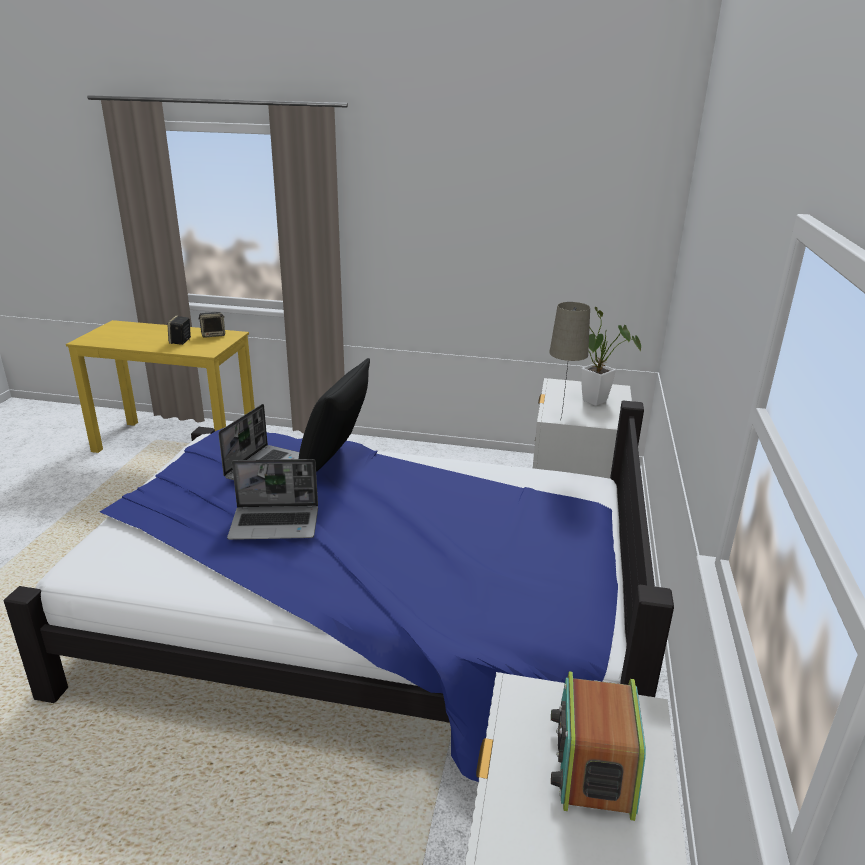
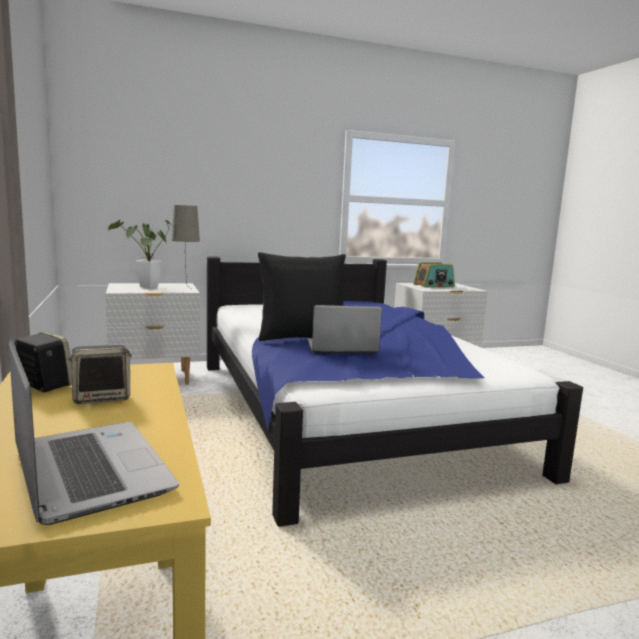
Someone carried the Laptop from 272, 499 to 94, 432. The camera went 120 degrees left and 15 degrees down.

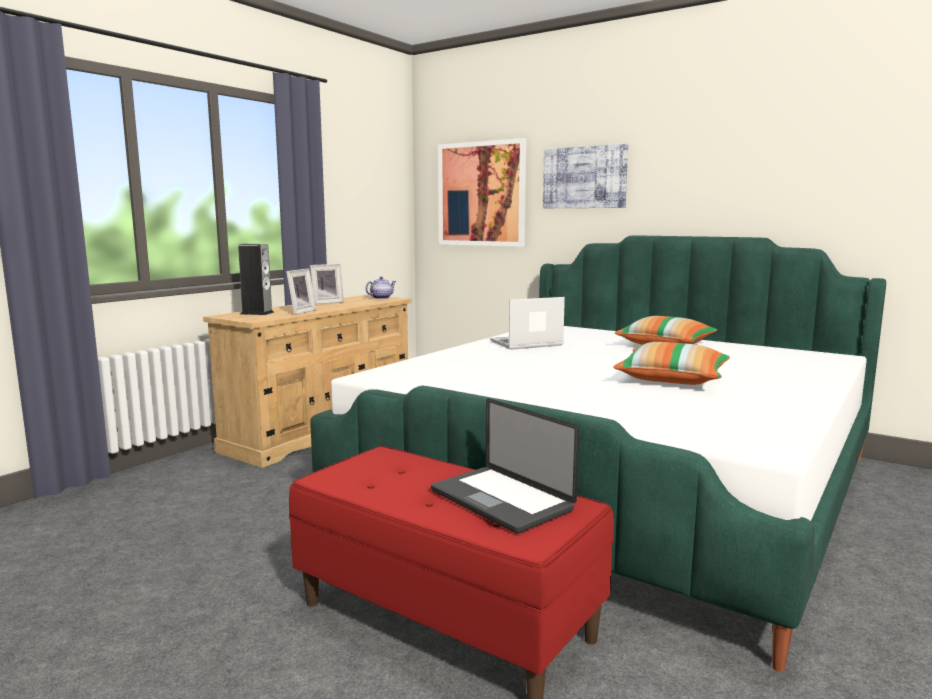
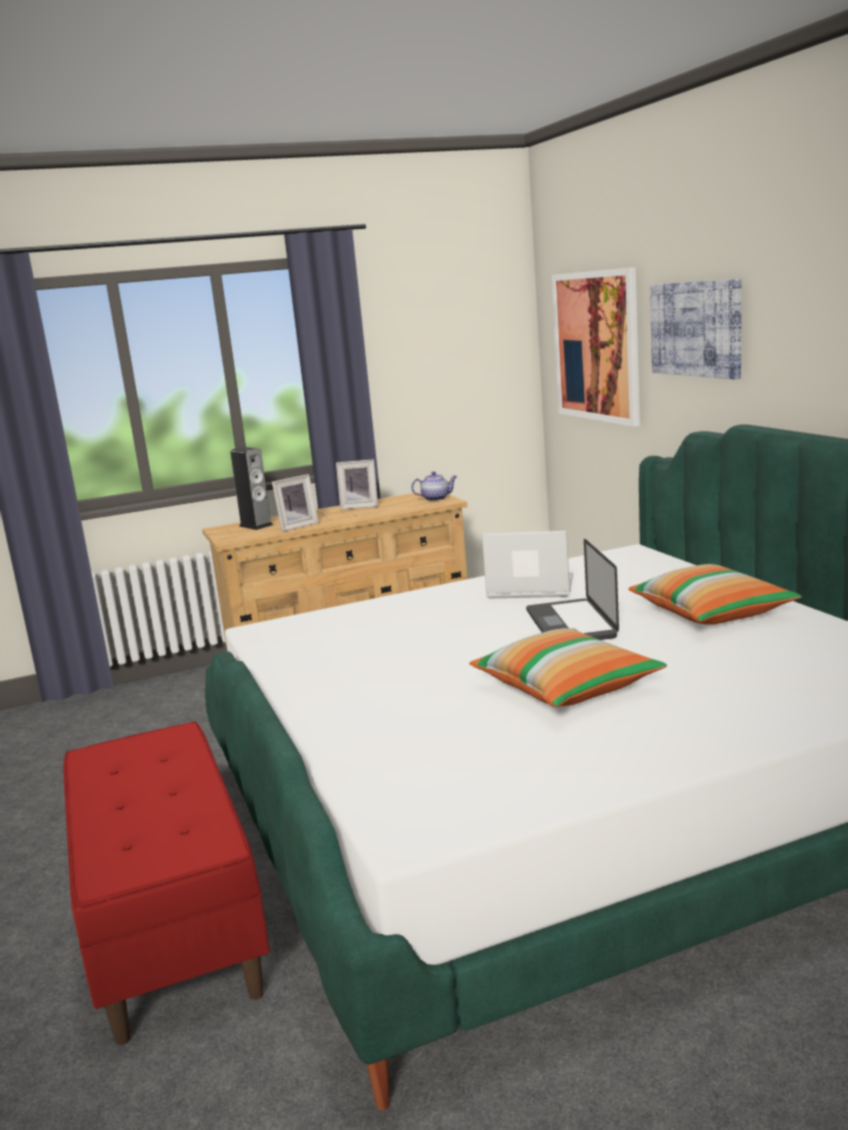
Someone carried the Laptop from 505, 465 to 572, 589. The camera went 35 degrees right and 5 degrees up.

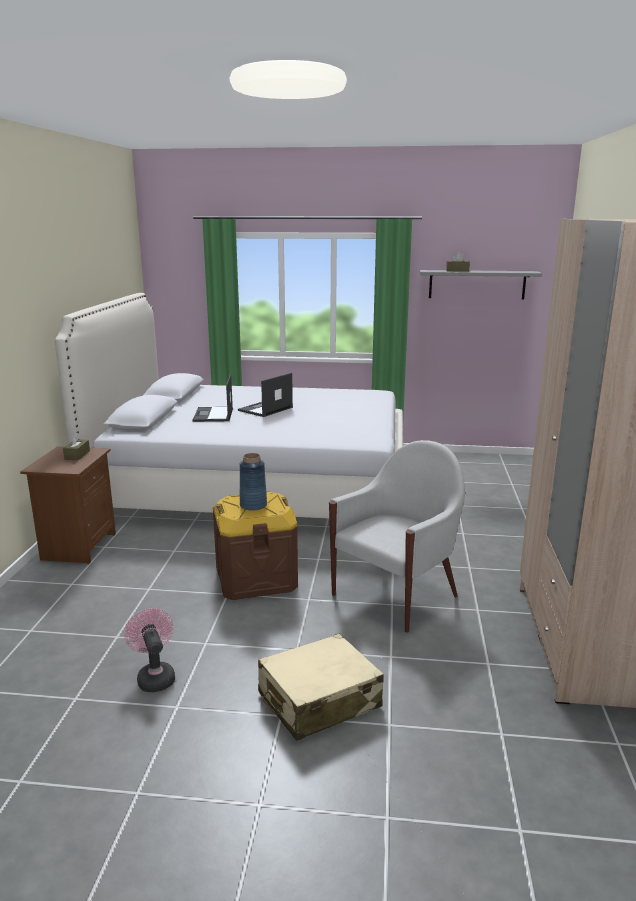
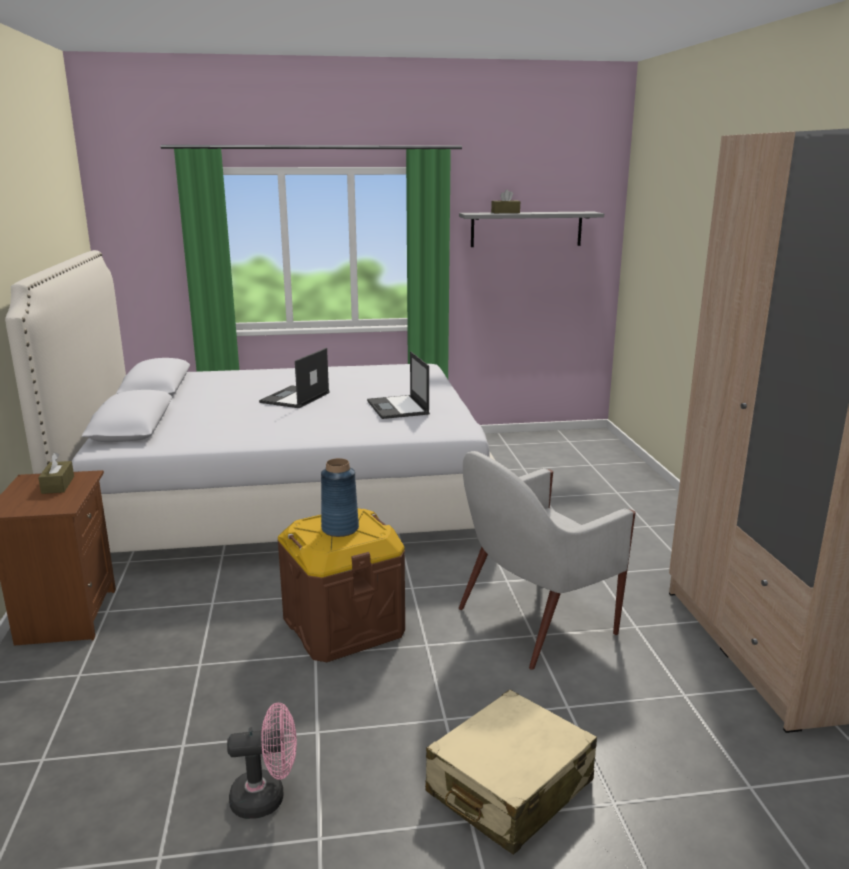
Someone rotated the Ventilator/rosa at 149, 650 by 120 degrees clockwise. Someone carried the Laptop from 212, 398 to 398, 385. Someone rotated the Sessel/weiß at 397, 536 by 150 degrees counterclockwise. The camera went 15 degrees left and 0 degrees up.

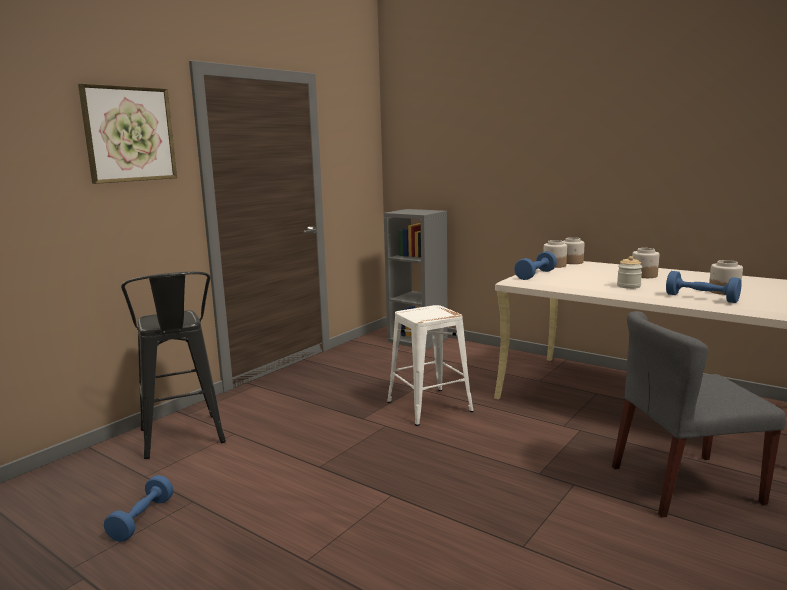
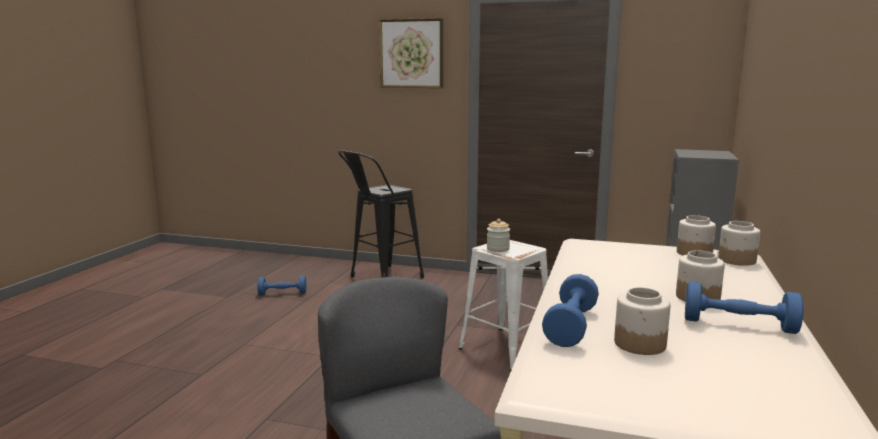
Someone carried the Vorratsglas from 629, 272 to 498, 235. Someone carried the Hantel/blau from 535, 265 to 744, 308. The camera went 70 degrees right and 0 degrees up.

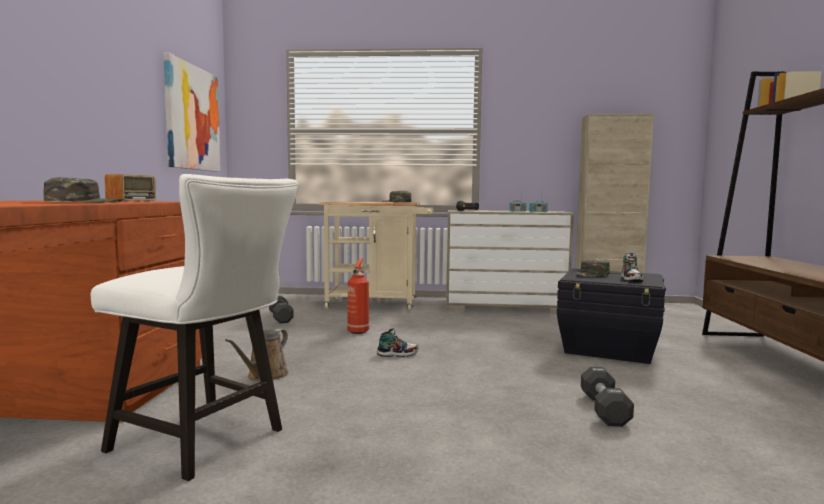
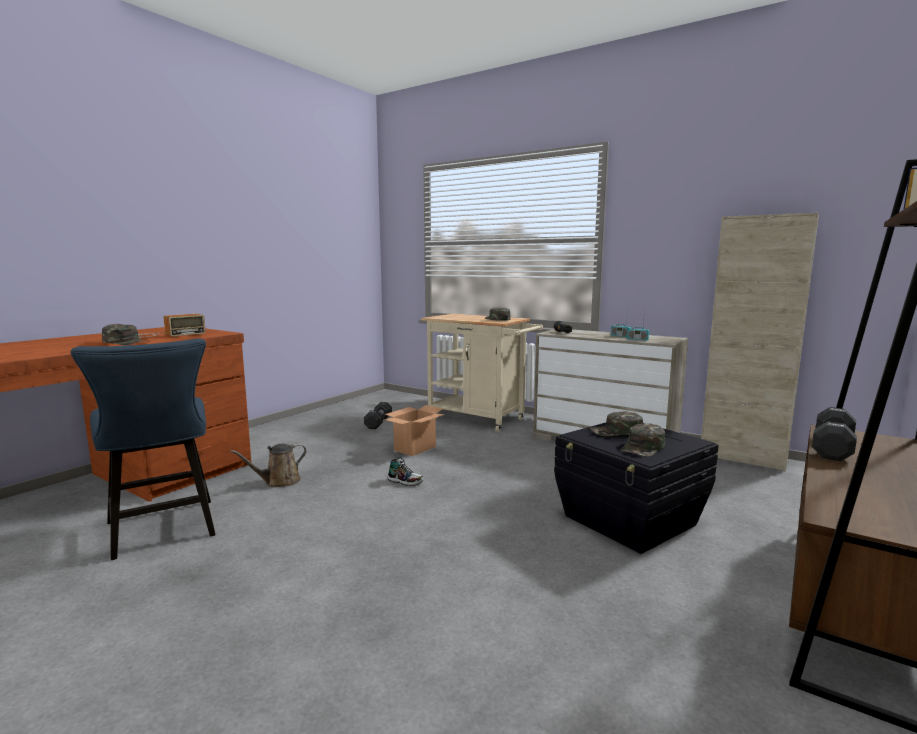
Someone repainted the Stuhl/weiß at 195, 327, which became the Stuhl/blau at 143, 449. Someone swapped the Feuerlöscher at 358, 296 for the Karton at 414, 430. Someone swapped the Schuh at 632, 267 for the Kappe/grün at 642, 440. Someone carried the Hantel/schwarz from 607, 397 to 834, 434. Someone took away the Bild at 192, 112. The camera went 30 degrees right and 5 degrees up.

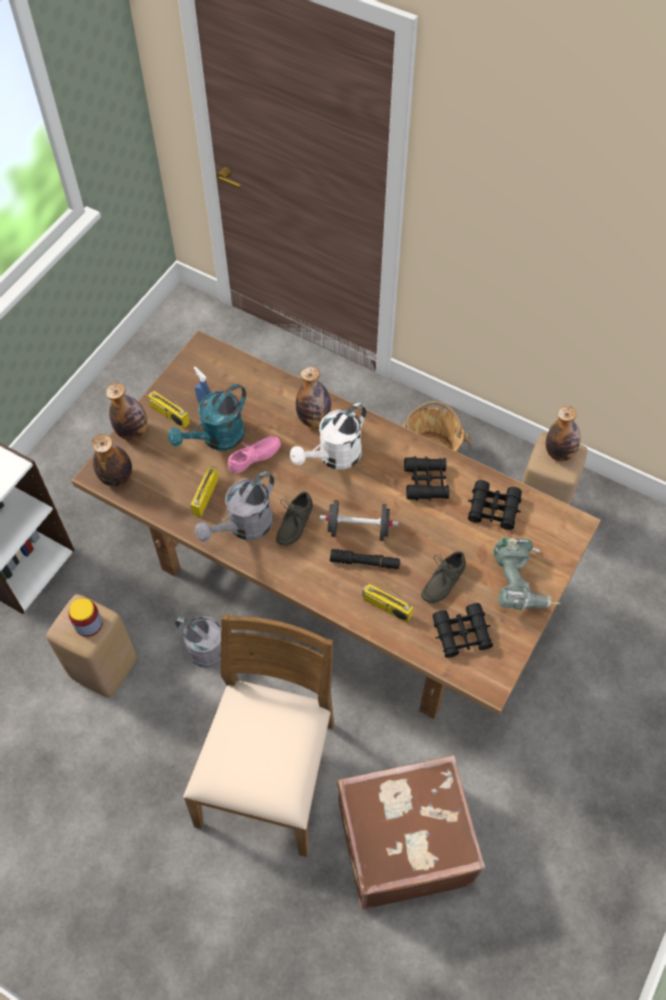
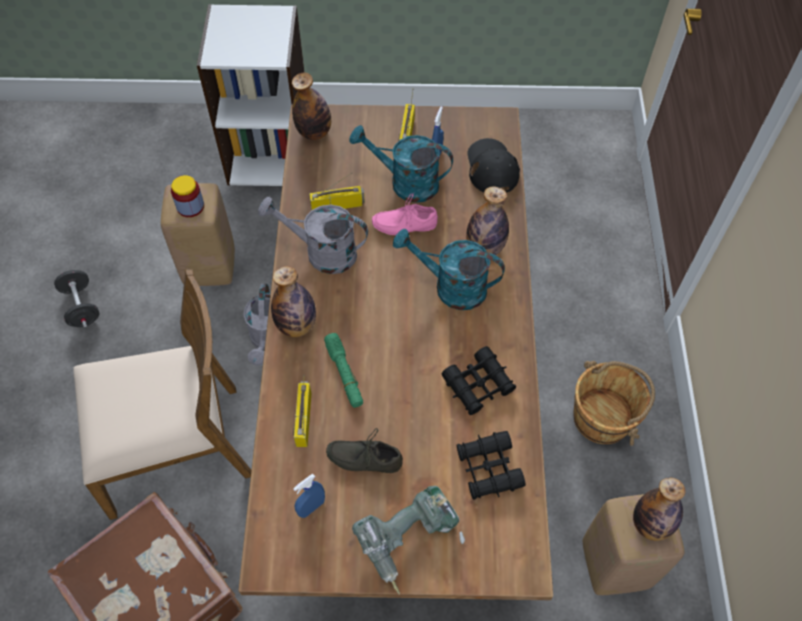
Someone carried the Hantel/schwarz from 359, 520 to 76, 298. Someone carried the Flasche from 127, 411 to 293, 301. Someone swapped the Fernglas/schwarz at 463, 630 for the Sprühflasche/blau at 309, 496. Someone repainted the Taschenlampe/schwarz at 365, 559, which became the Taschenlampe/grün at 343, 370. Someone rotated the Schuh/rosa at 254, 454 by 150 degrees clockwise. Someone repainted the Gießkanne/weiß at 328, 436, which became the Gießkanne/türkis at 449, 269. Someone put down the Kappe/schwarz at 493, 165. Someone took away the Schuh/grau at 294, 519. The camera went 60 degrees right and 0 degrees up.

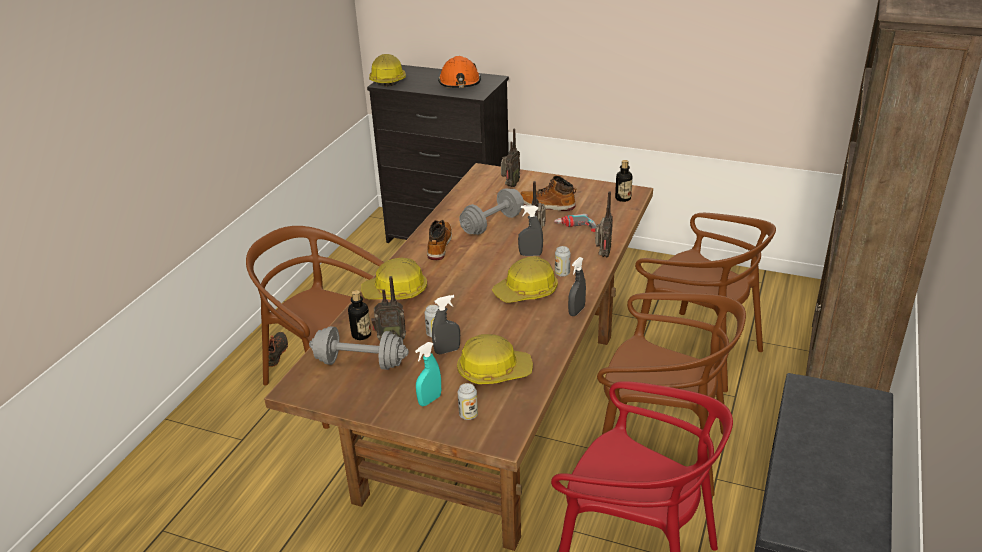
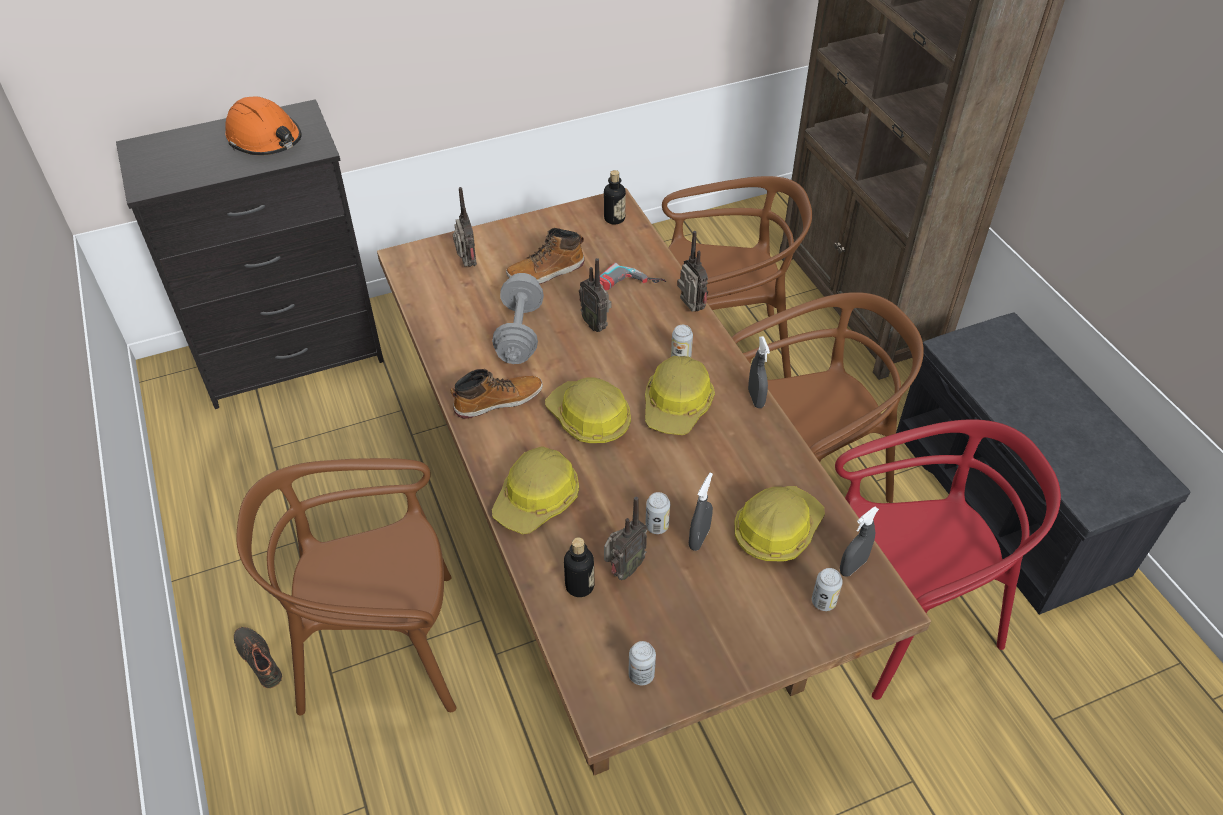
Someone rotated the Stiefel at 439, 240 by 105 degrees clockwise. Someone carried the Schutzhelm from 387, 70 to 588, 410. Someone put down the Dose at 642, 663. Someone carried the Sprühflasche/grau from 530, 230 to 859, 542. Someone took away the Hantel/grau at 359, 348. Someone took away the Sprühflasche/türkis at 428, 374. The camera went 45 degrees left and 15 degrees up.

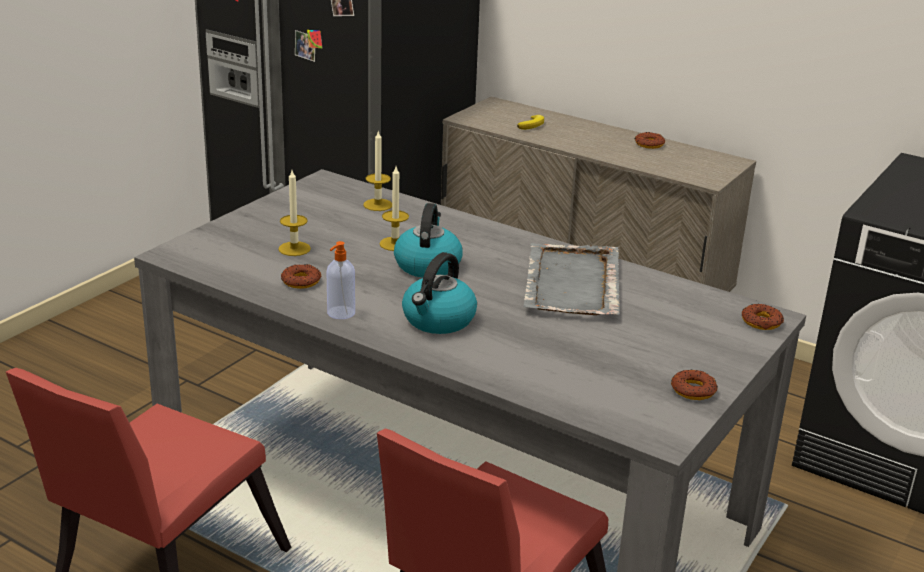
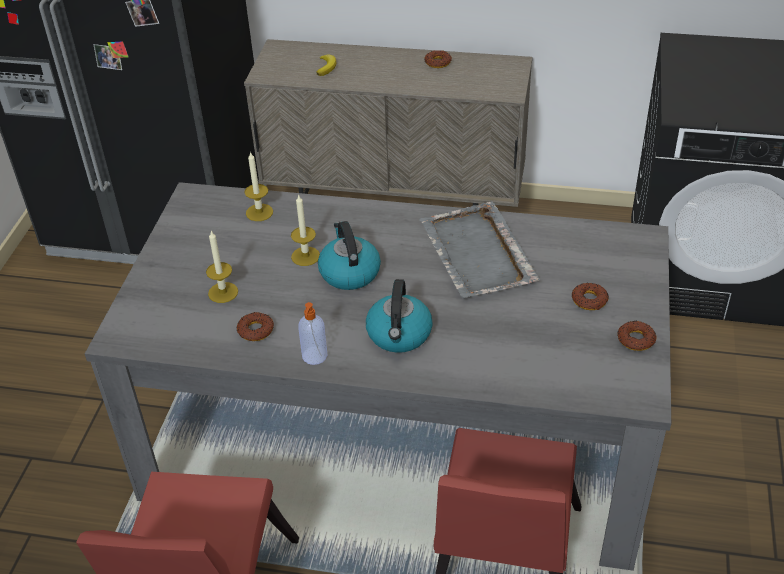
Someone carried the Donut from 763, 317 to 590, 296. The camera went 20 degrees left and 15 degrees up.

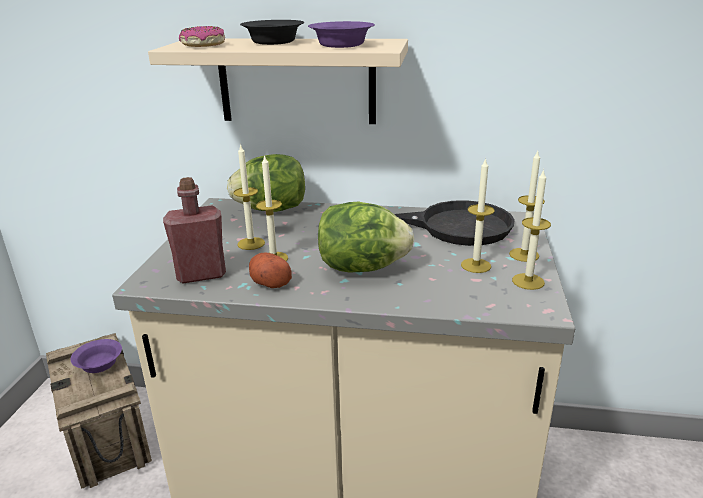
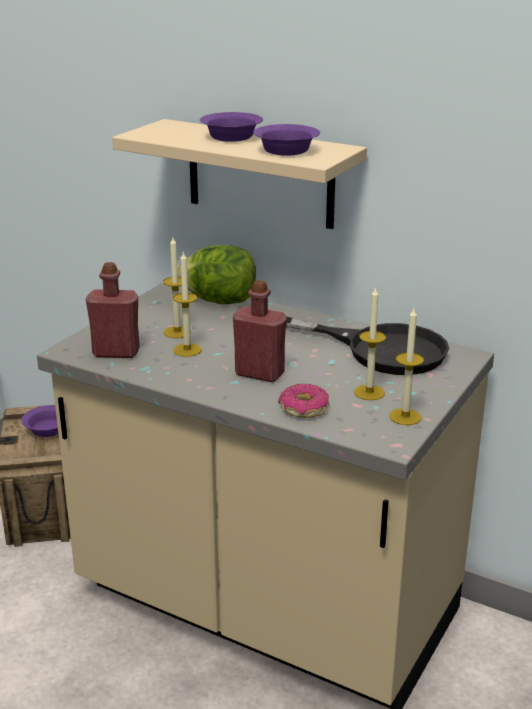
Someone repainted the Schüssel/schwarz at 272, 32, which became the Schüssel/lila at 231, 127. Someone swapped the Salatkopf at 366, 237 for the Flasche/rot at 259, 331. Someone carried the Donut from 202, 36 to 303, 401. Someone took away the Kartoffel at 270, 270. Someone took away the Kerze at 527, 206. The camera went 20 degrees right and 0 degrees up.

